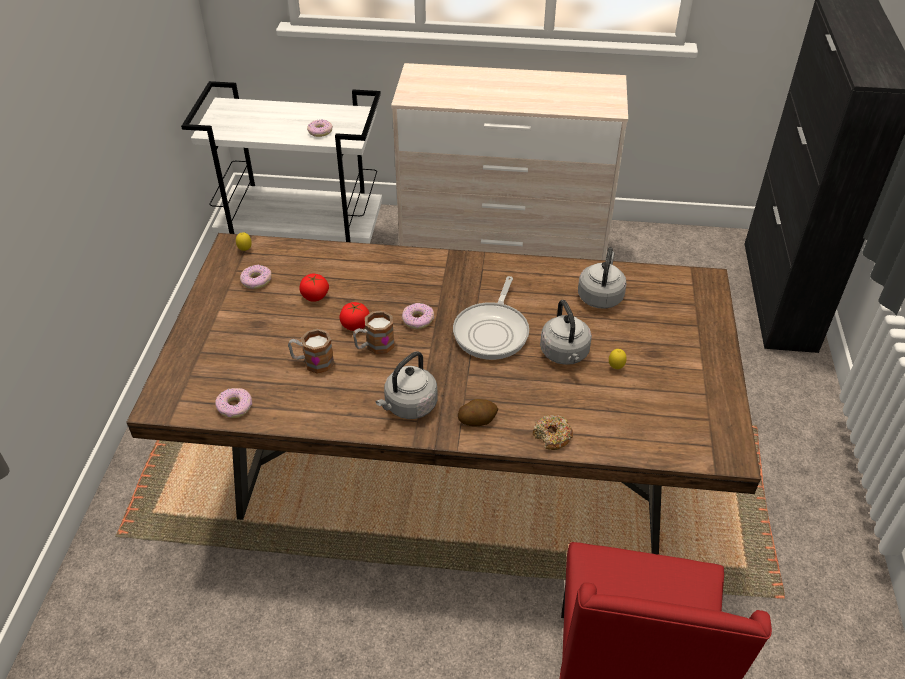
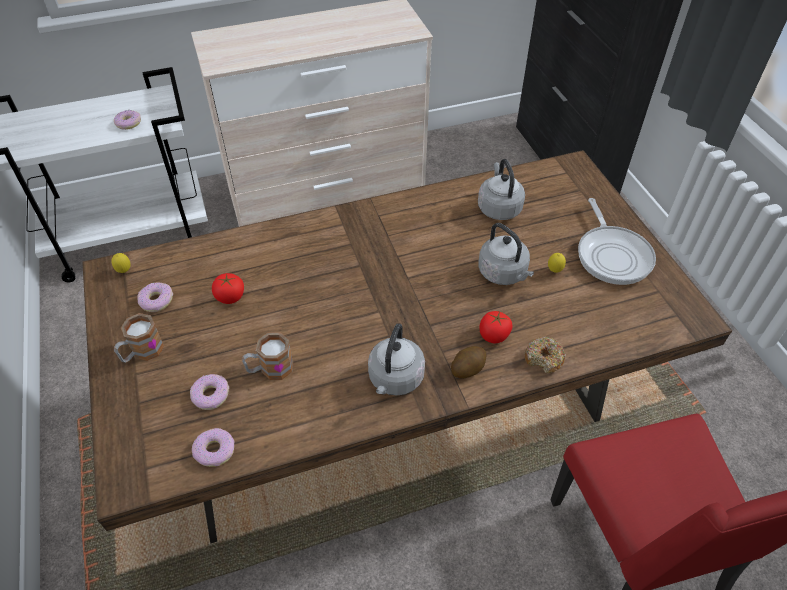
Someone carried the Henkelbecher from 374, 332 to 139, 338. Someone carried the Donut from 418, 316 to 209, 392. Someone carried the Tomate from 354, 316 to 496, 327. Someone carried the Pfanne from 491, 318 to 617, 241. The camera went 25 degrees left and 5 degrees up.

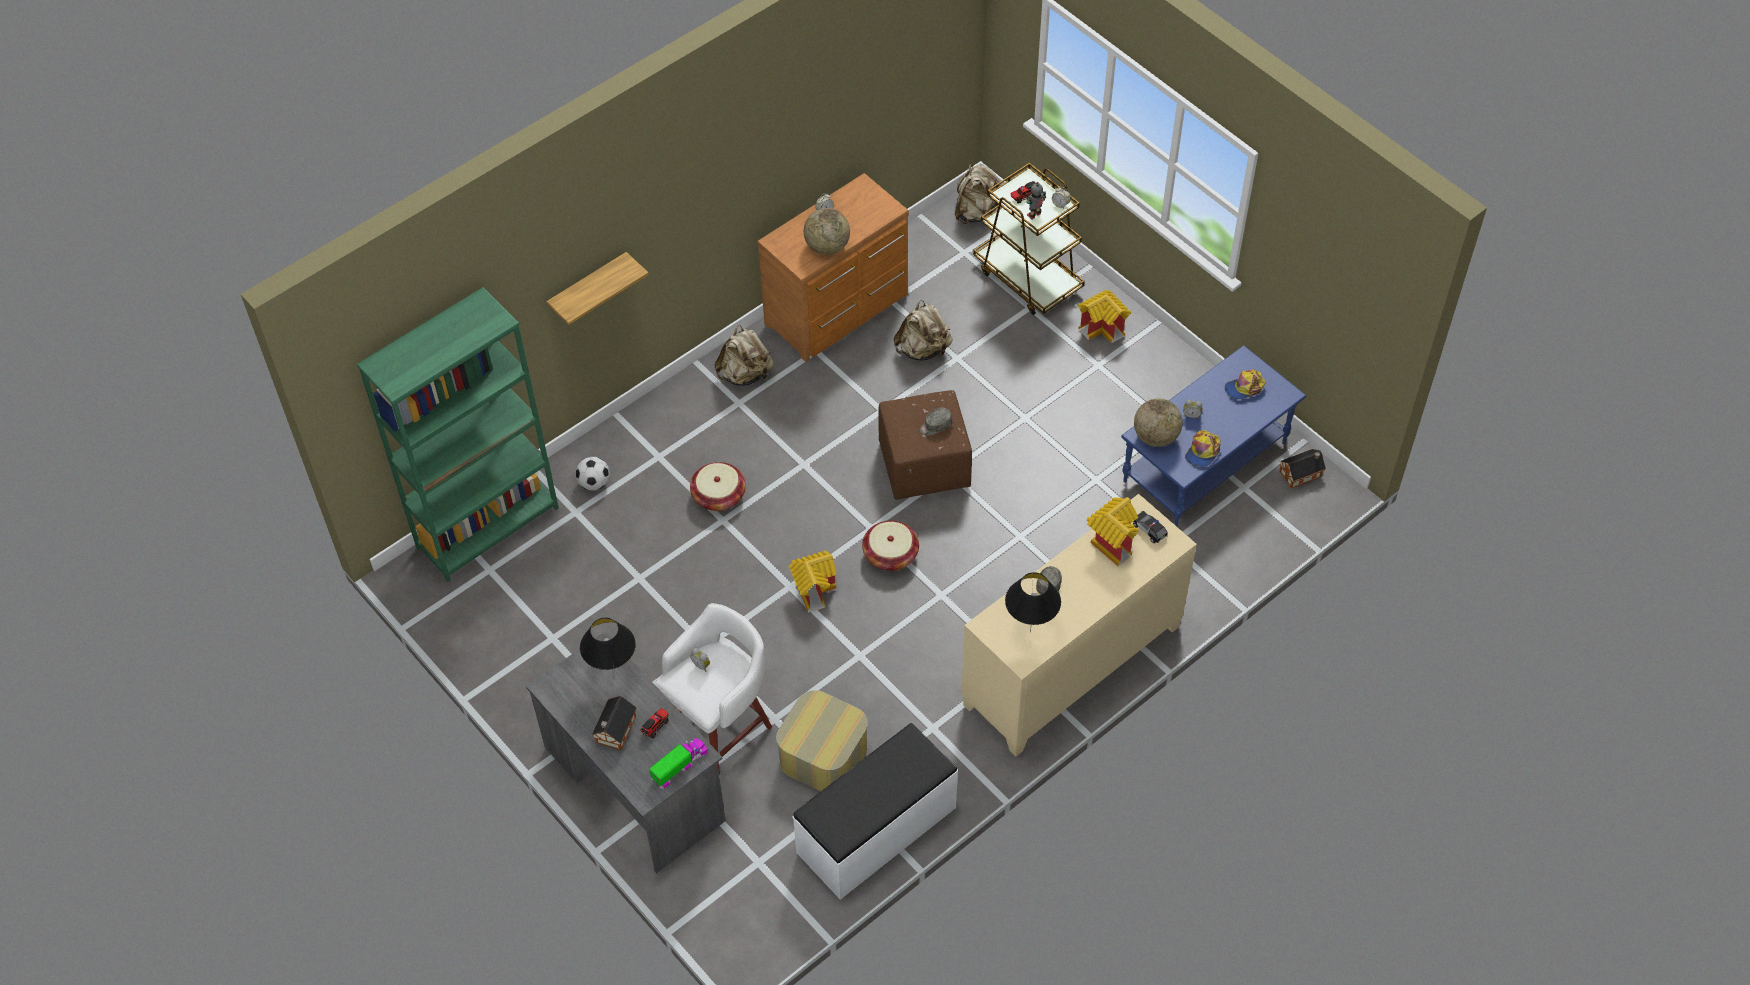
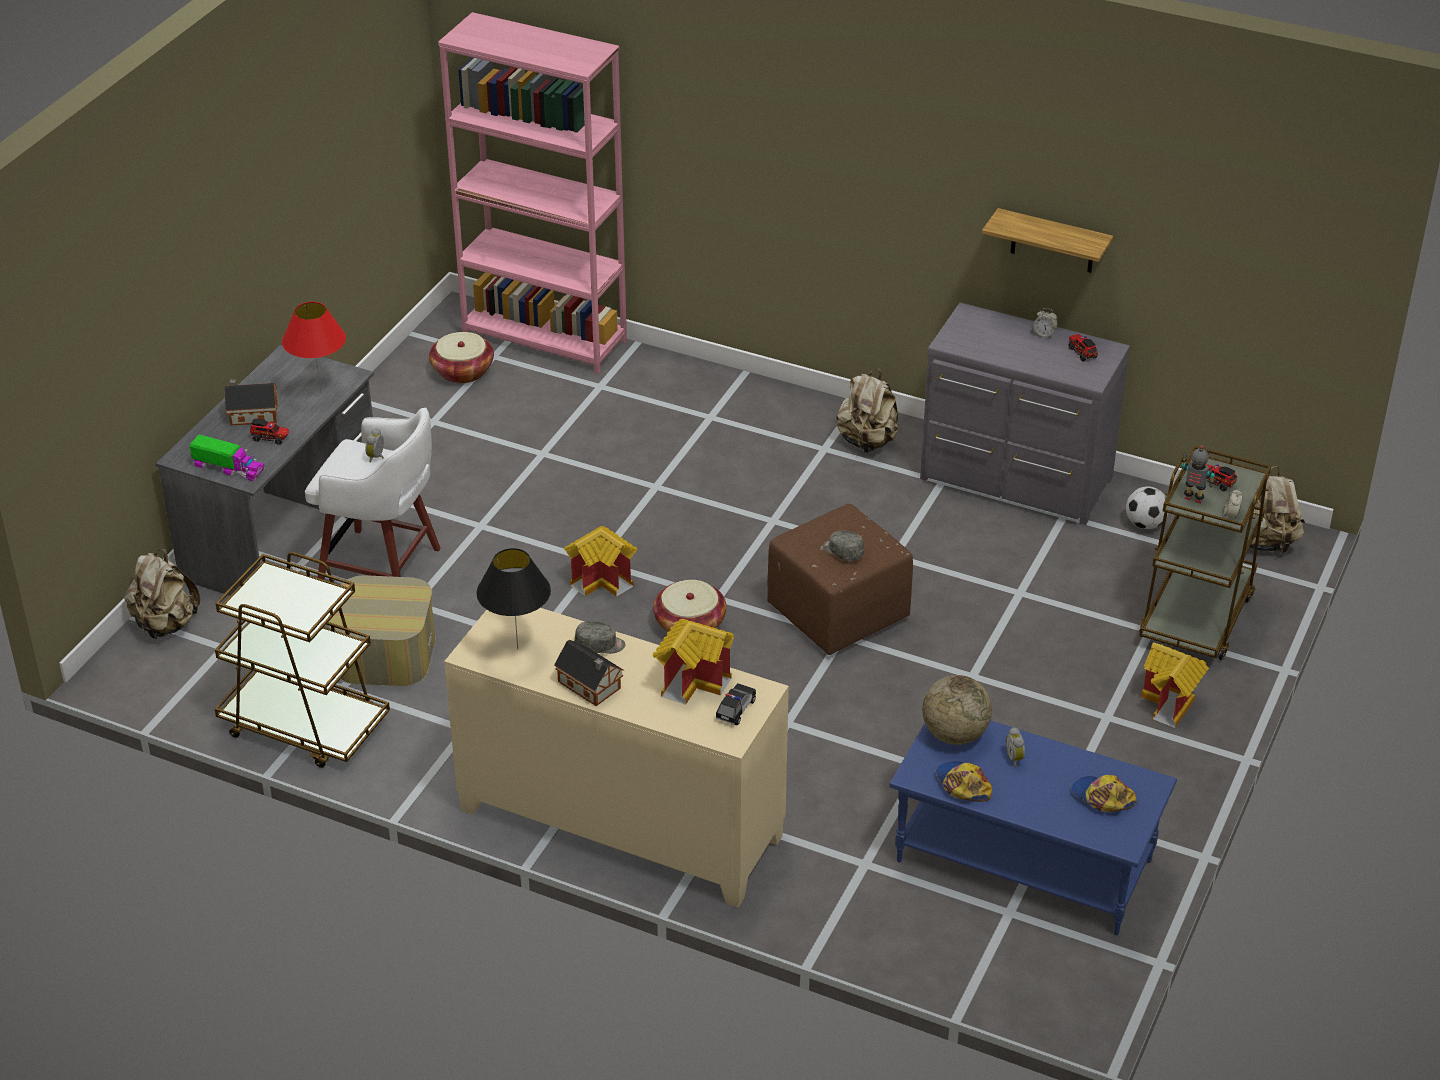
Someone carried the Rucksack/beige from 923, 330 to 162, 594. Someone swapped the Bank/weiß at 875, 811 for the Rollwagen/braun at 302, 660. Someone repainted the Tischlampe/schwarz at 608, 647, which became the Tischlampe/rot at 314, 348. Someone carried the Korb from 718, 486 to 461, 357. Someone repainted the Bücherregal/grün at 458, 434, which became the Bücherregal/rosa at 532, 193. Someone carried the Spielzeughaus from 1302, 468 to 589, 673. Someone repainted the Kommode/braun at 833, 267, which became the Kommode/grau at 1025, 414. Someone rotated the Kappe at 1203, 448 by 60 degrees clockwise. Someone carried the Wandregal from 597, 288 to 1047, 240. Someone put down the Spielzeuglaster at 1083, 348. Someone carried the Fußball from 593, 473 to 1147, 507. Someone took away the Globus at 827, 231. The camera went 65 degrees right and 15 degrees down.

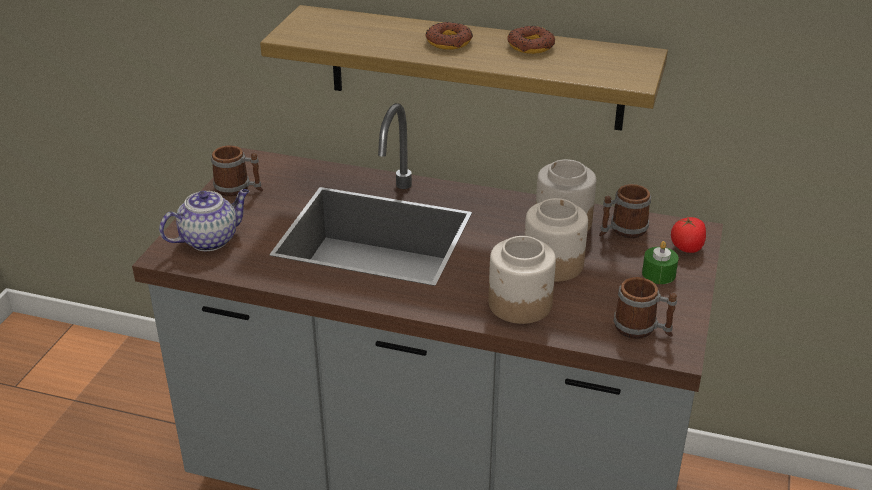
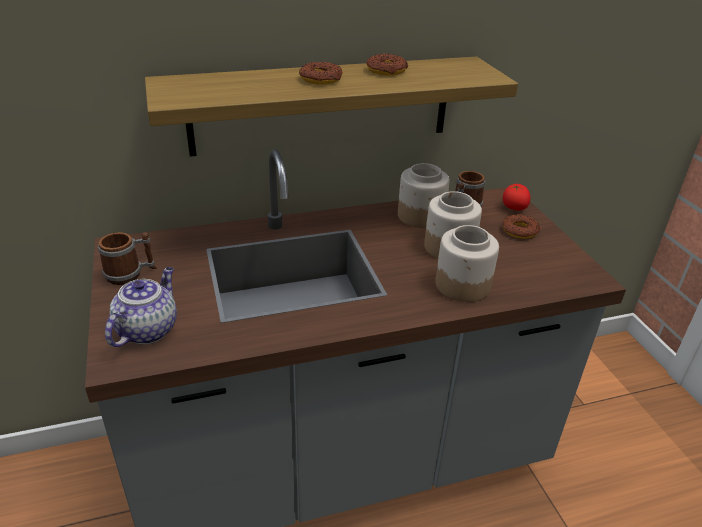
Someone swapped the Kerze/grün at 660, 262 for the Donut at 521, 226. Someone took away the Henkelbecher at 645, 308. The camera went 35 degrees left and 0 degrees up.

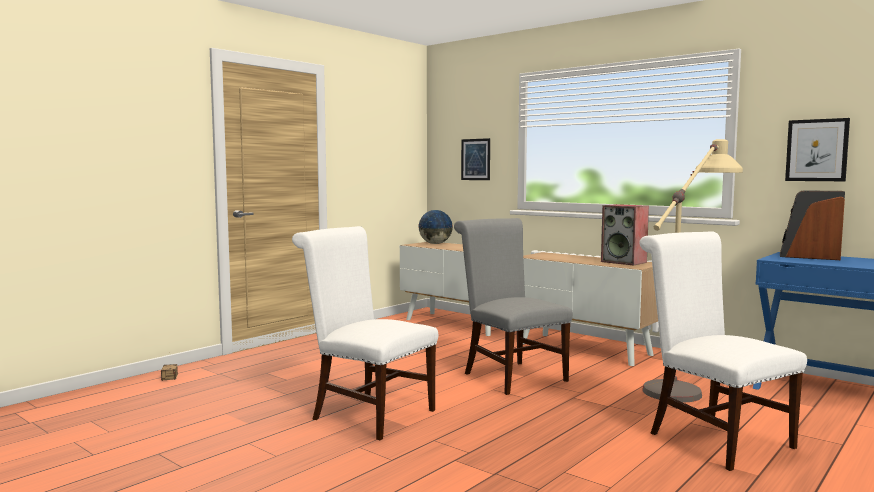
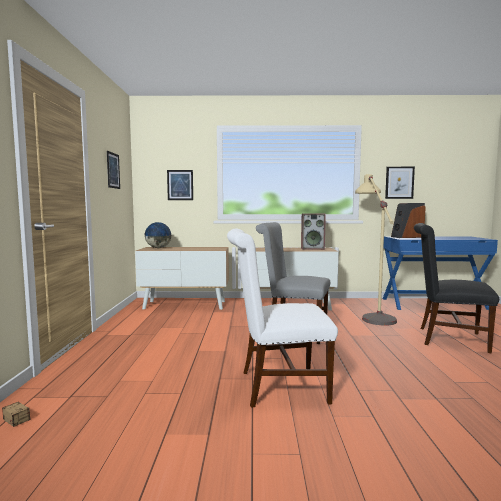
Someone put up the Bild at 113, 170. Someone repainted the Stuhl/weiß at 723, 351, which became the Stuhl/schwarz at 456, 288. The camera went 40 degrees left and 0 degrees up.

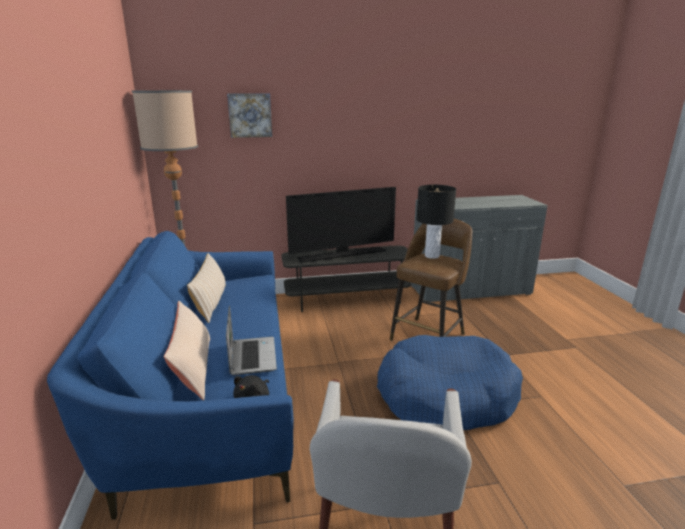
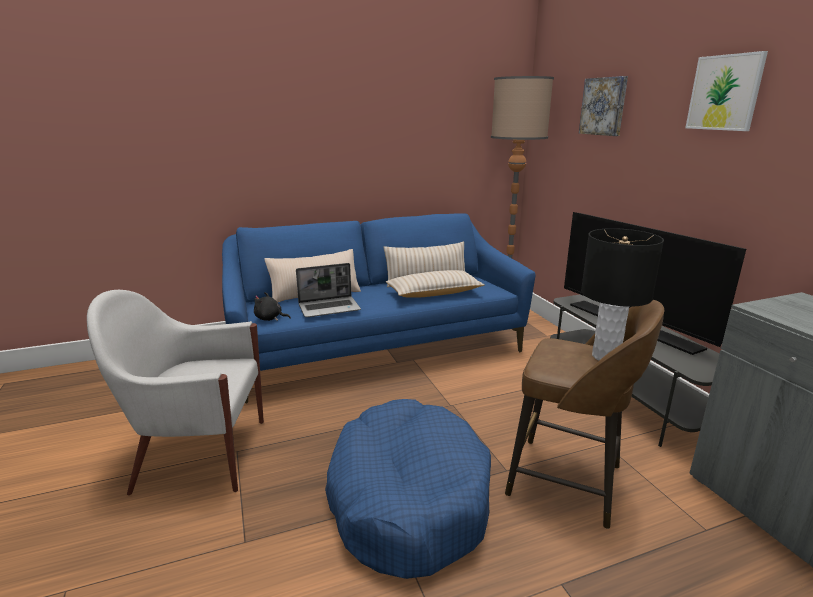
Someone put down the Kissen/beige at 435, 284. Someone put up the Bild at 726, 91. The camera went 80 degrees right and 0 degrees up.

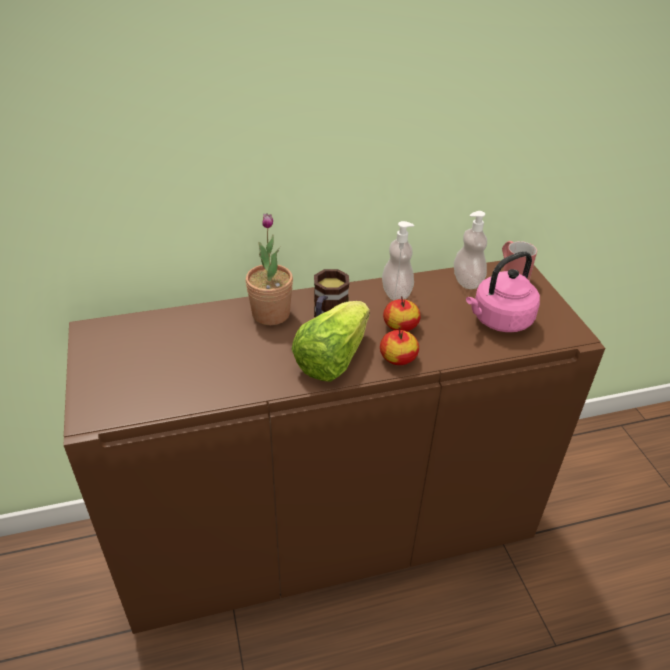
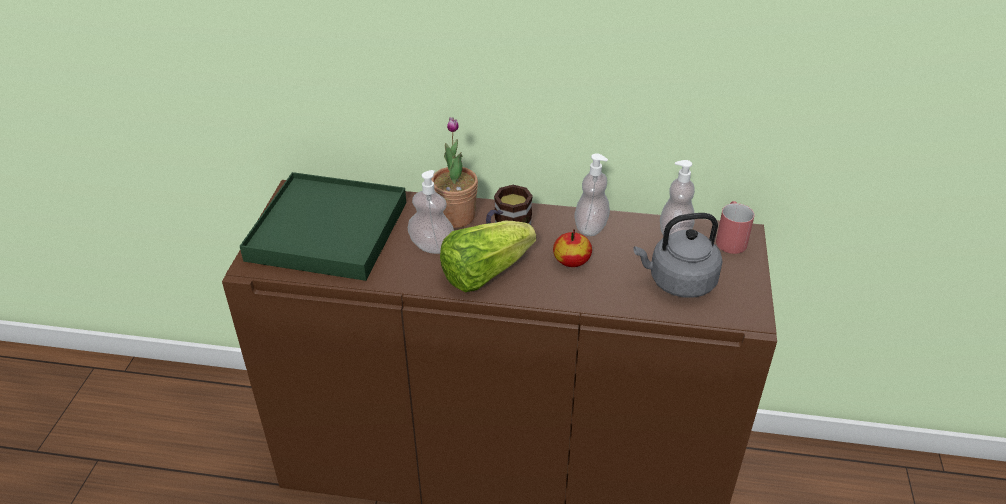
Someone put down the Tablett/grün at 323, 226. Someone put down the Seifenspender at 431, 212. Someone repainted the Wasserkessel/rosa at 503, 291, which became the Wasserkessel/grau at 677, 255. Someone took away the Apfel at 399, 346. The camera went 25 degrees right and 0 degrees up.

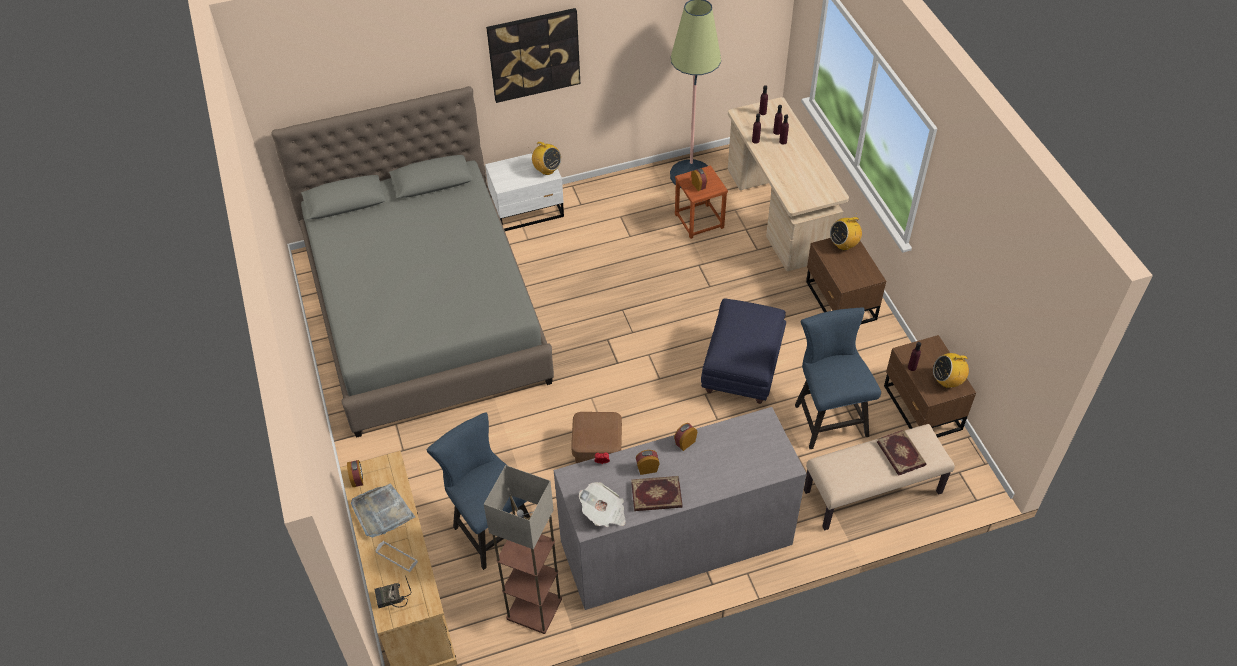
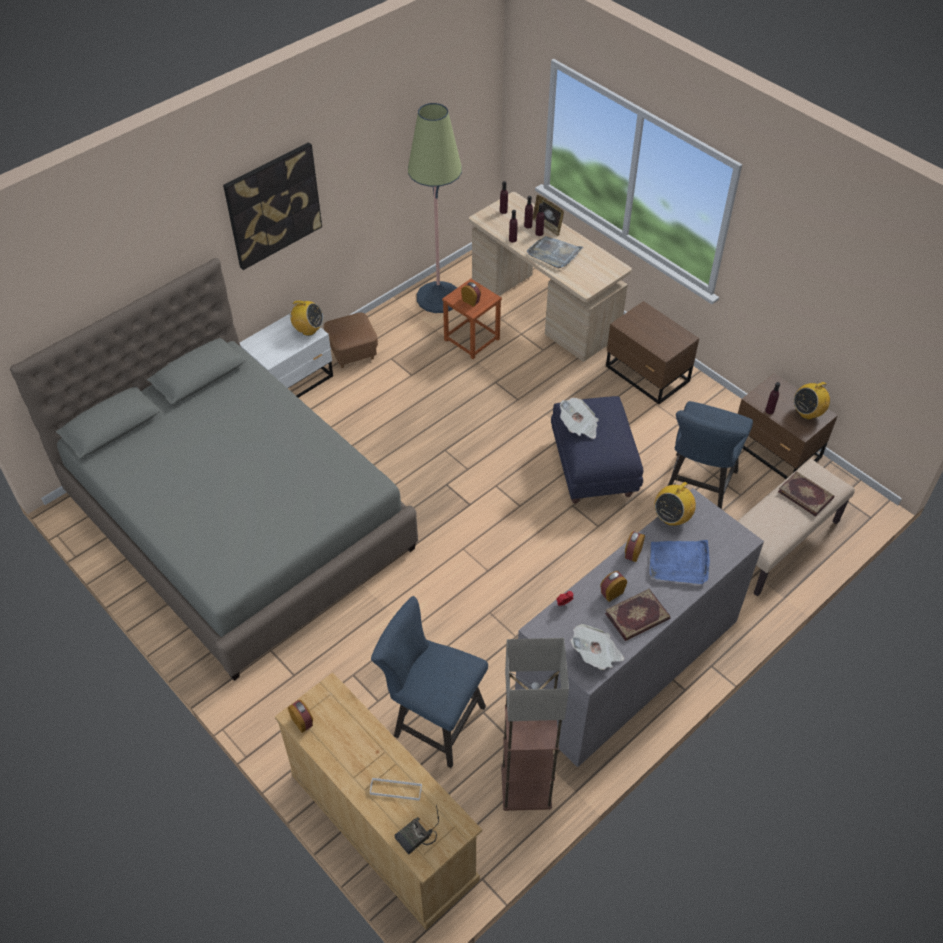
Someone carried the Polsterhocker/braun from 596, 437 to 351, 340. Someone carried the Tablett/grau from 383, 510 to 555, 252. Someone put down the Bilderrahmen at 548, 215. Someone put down the Zeitung at 579, 418. Someone put down the Tablett/blau at 680, 562. Someone carried the Radio from 846, 233 to 675, 502. Someone rotated the Stuhl/blau at 838, 378 by 120 degrees counterclockwise. The camera went 25 degrees left and 0 degrees up.

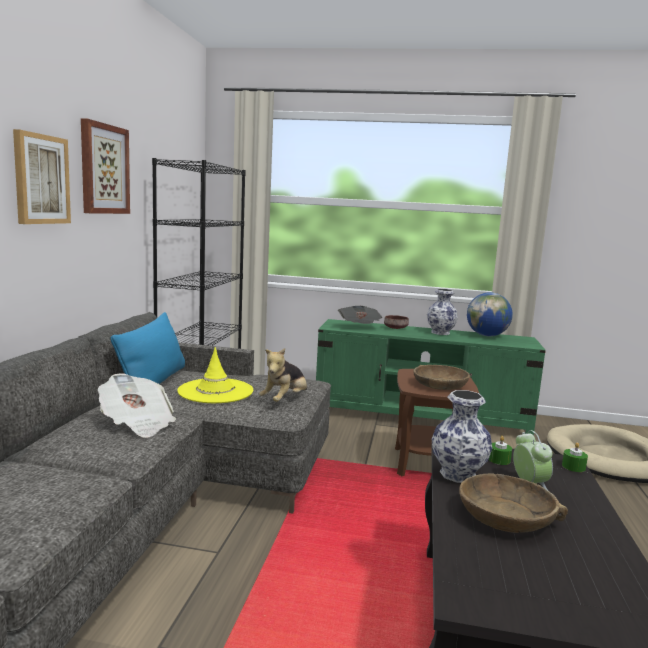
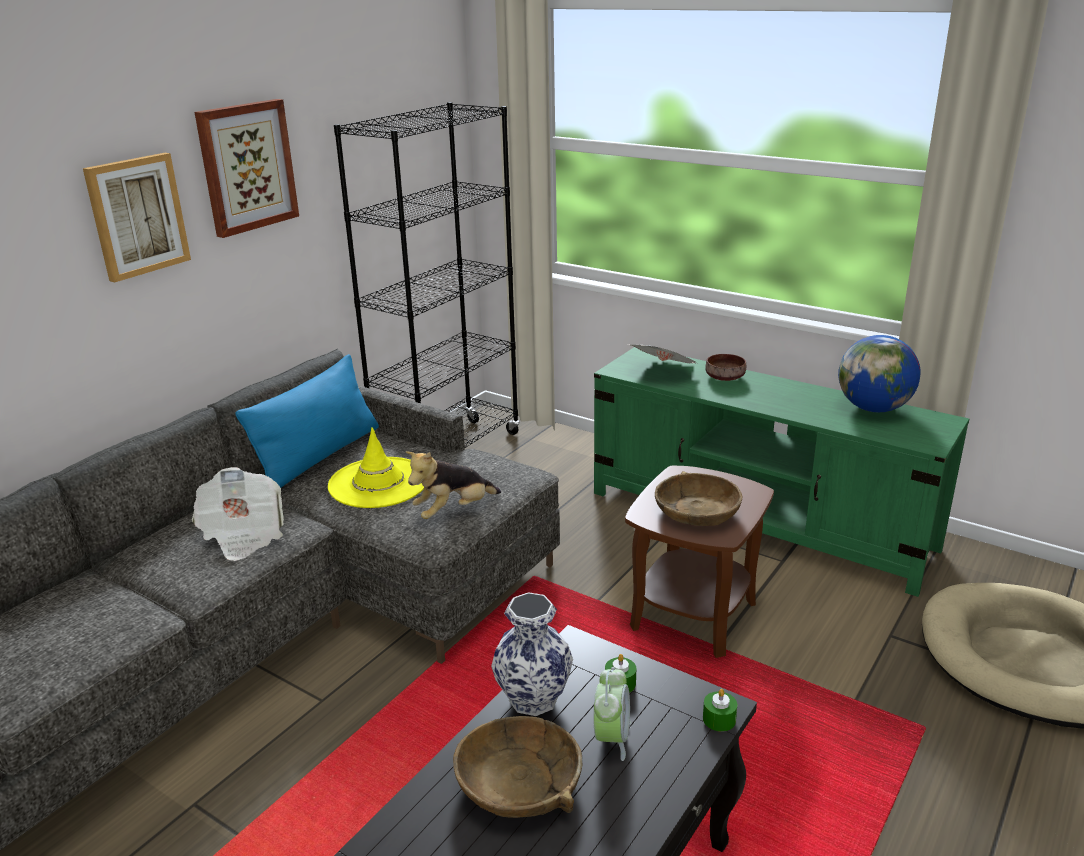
Someone took away the Vase at 442, 312. The camera went 25 degrees right and 15 degrees up.

